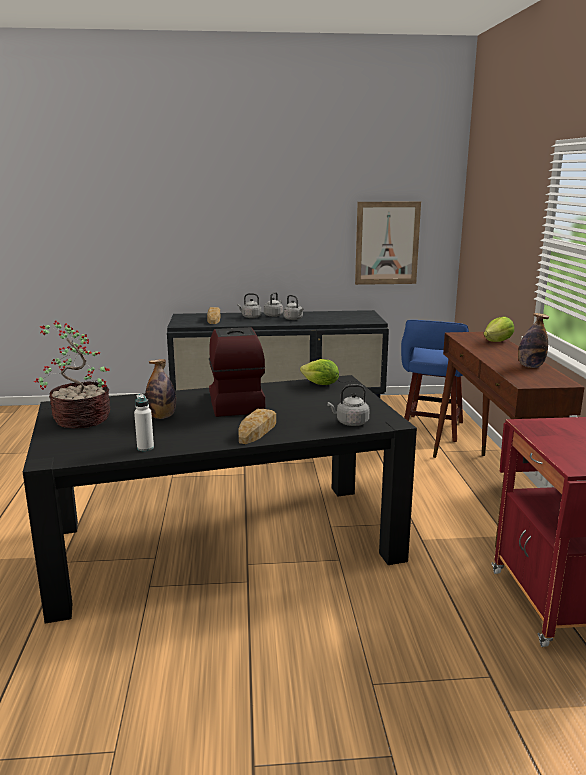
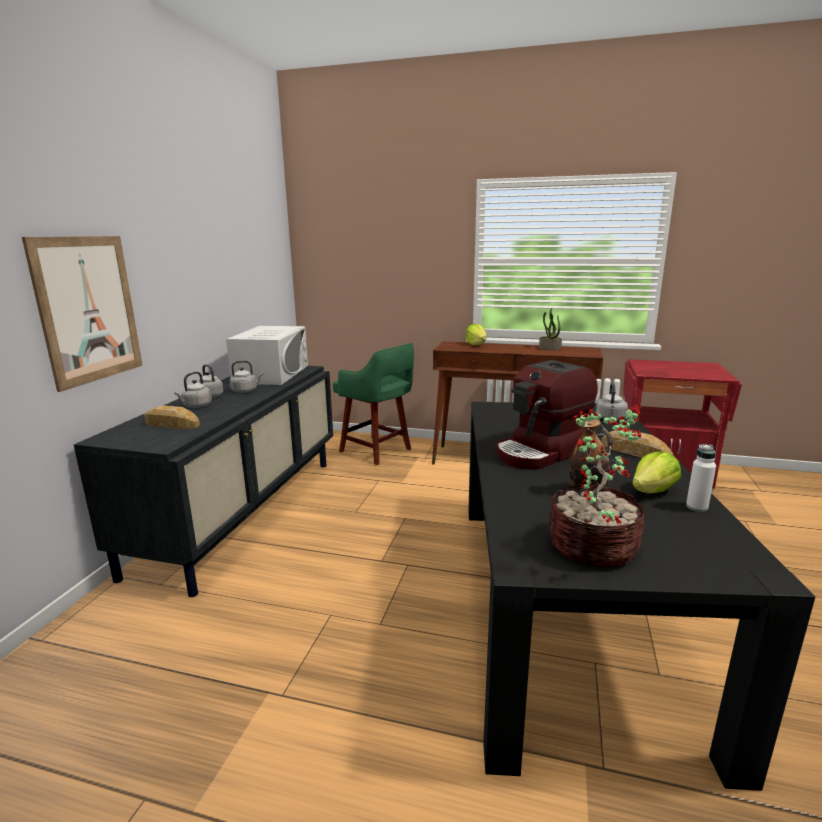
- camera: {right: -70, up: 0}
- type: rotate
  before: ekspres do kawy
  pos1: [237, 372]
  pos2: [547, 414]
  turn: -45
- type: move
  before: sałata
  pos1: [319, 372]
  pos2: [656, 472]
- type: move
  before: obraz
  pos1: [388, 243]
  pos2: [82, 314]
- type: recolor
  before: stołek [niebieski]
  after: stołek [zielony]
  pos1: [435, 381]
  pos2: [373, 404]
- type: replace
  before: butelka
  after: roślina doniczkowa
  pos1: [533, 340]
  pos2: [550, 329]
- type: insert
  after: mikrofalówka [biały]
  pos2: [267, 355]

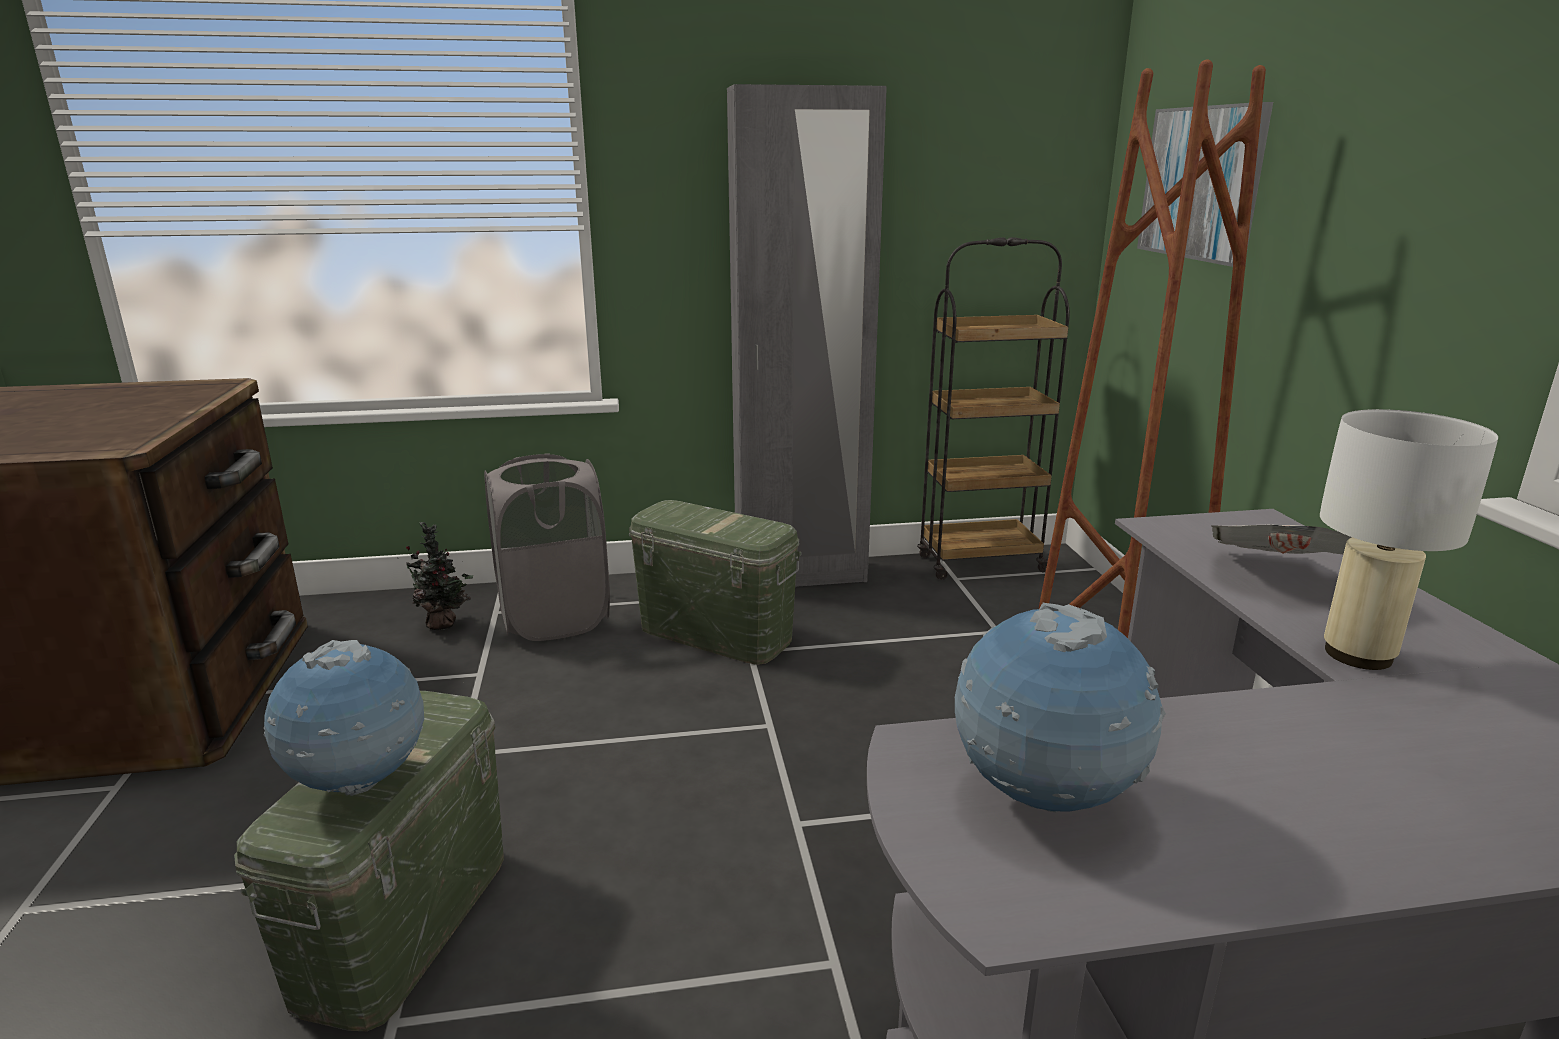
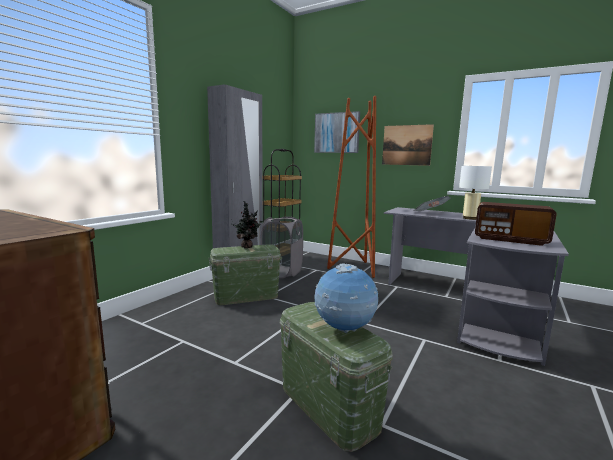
- camera: {right: -50, up: -10}
- type: move
  before: roślina doniczkowa
  pos1: [435, 576]
  pos2: [247, 225]
- type: move
  before: kosz na pranie [szary]
  pos1: [547, 547]
  pos2: [282, 247]
- type: replace
  before: globus
  after: radio
  pos1: [1060, 707]
  pos2: [516, 224]
- type: insert
  after: obraz
  pos2: [408, 145]

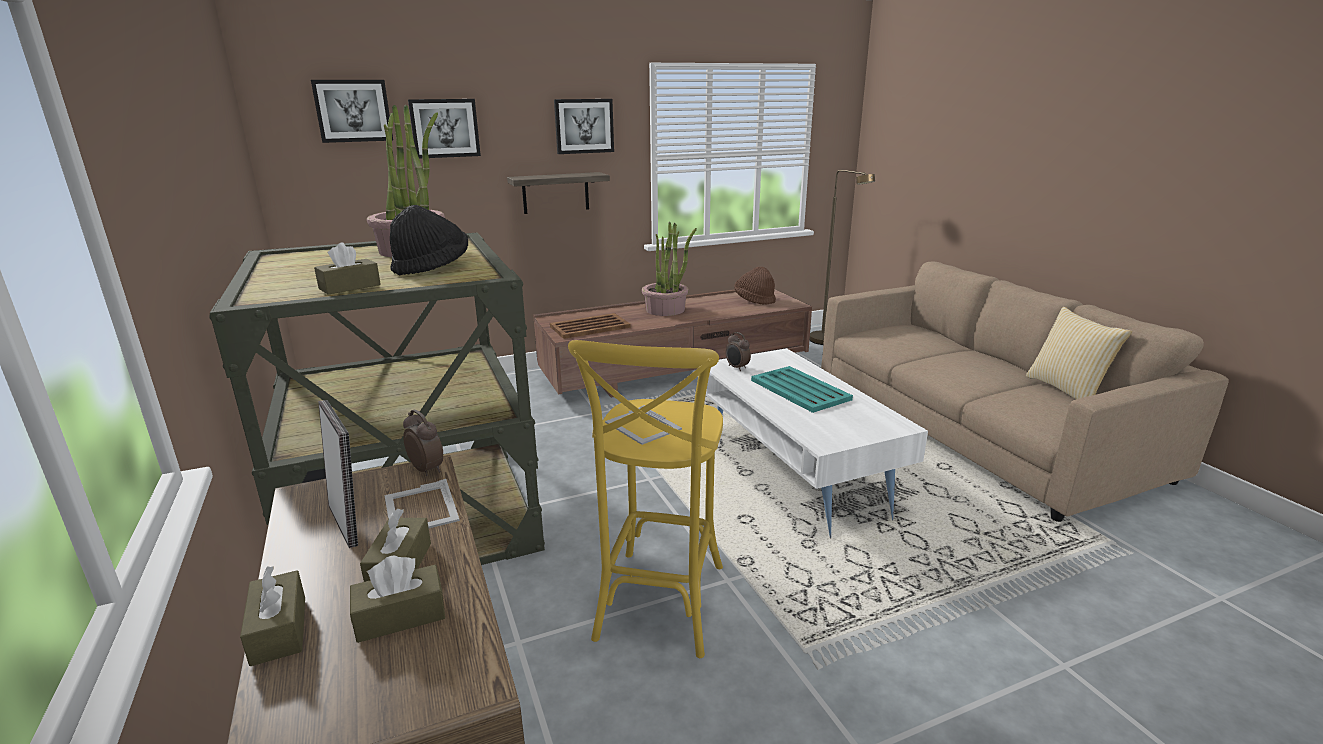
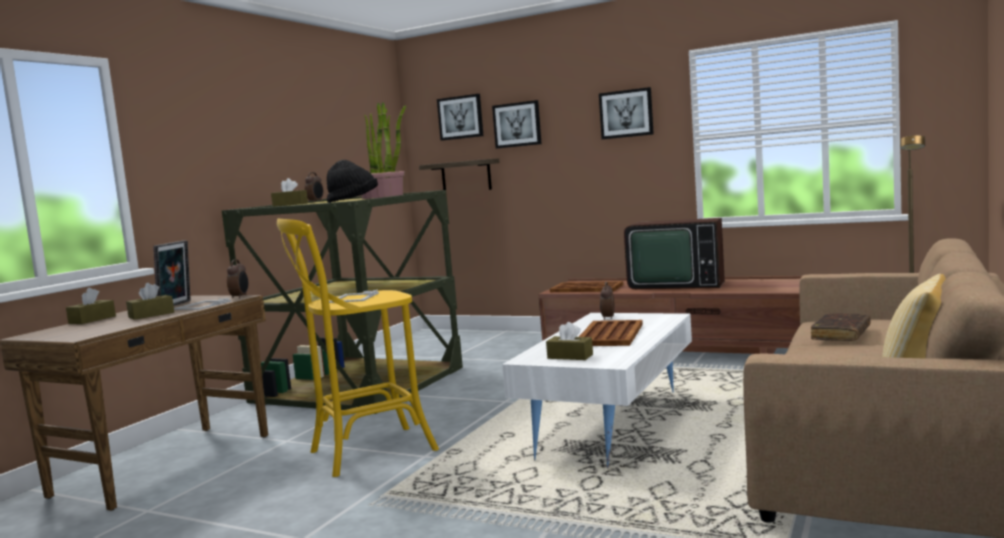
- camera: {right: 50, up: -15}
- type: move
  before: pudełko chusteczek [brązowy]
  pos1: [397, 599]
  pos2: [569, 341]
- type: move
  before: półka
  pos1: [558, 193]
  pos2: [459, 174]
- type: replace
  before: roślina doniczkowa
  after: telewizor
  pos1: [669, 269]
  pos2: [674, 253]
- type: delete
  before: kapelusz [brązowy]
  pos1: [755, 286]
- type: recolor
  before: taca [turkusowy]
  after: taca [brązowy]
  pos1: [802, 389]
  pos2: [611, 333]
- type: insert
  after: budzik
  pos2: [314, 187]
- type: insert
  after: książka [brązowy]
  pos2: [841, 327]

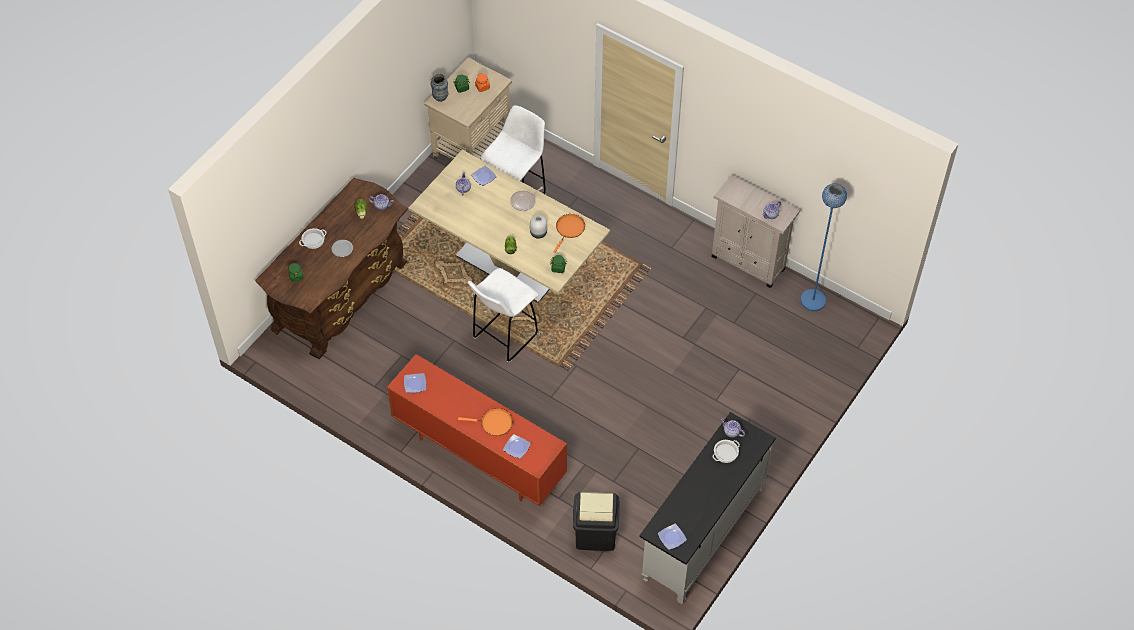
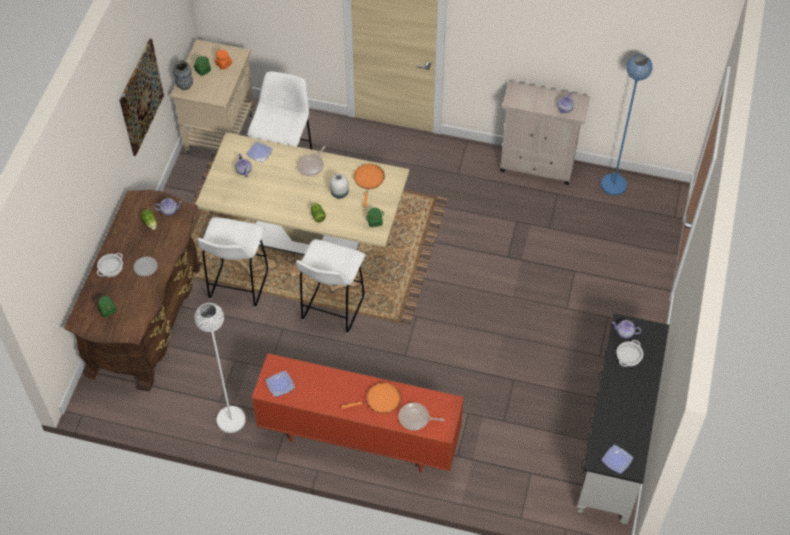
- camera: {right: -20, up: 0}
- type: replace
  before: talerz
  after: patelnia
  pos1: [517, 446]
  pos2: [421, 416]
- type: delete
  before: kosz na śmieci [czarny]
  pos1: [596, 521]
- type: insert
  after: obraz
  pos2: [142, 97]
- type: insert
  after: lampa stojąca [biały]
  pos2: [220, 368]
- type: insert
  after: stołek [biały]
  pos2: [233, 262]

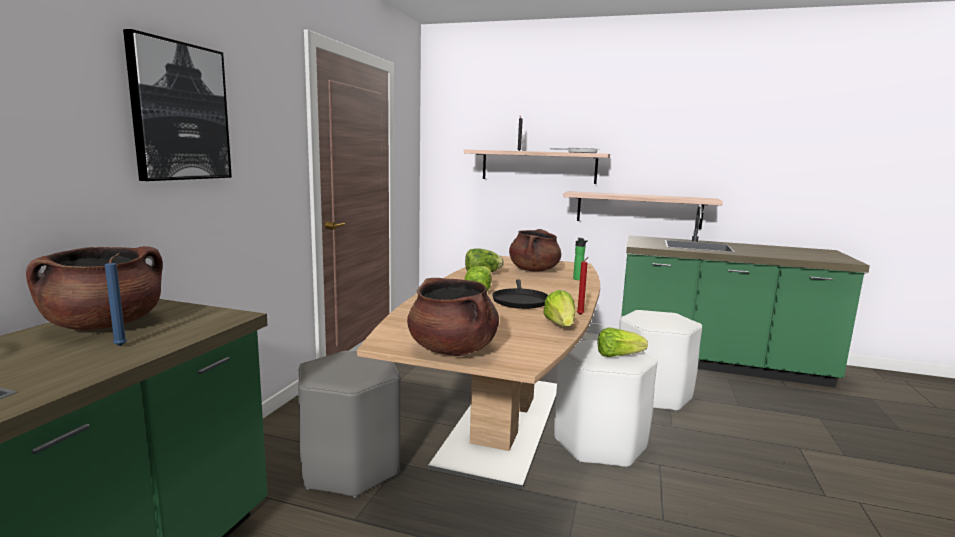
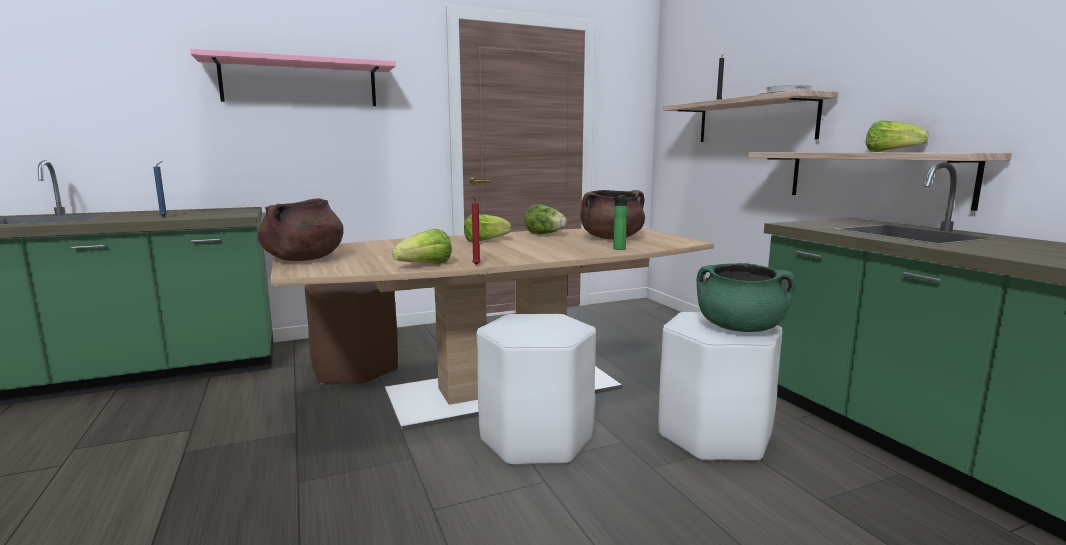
- camera: {right: 50, up: 0}
- type: delete
  before: garnek [brązowy]
  pos1: [94, 288]
- type: replace
  before: obraz
  after: półka [różowy]
  pos1: [177, 105]
  pos2: [293, 77]
- type: recolor
  before: stołek [szary]
  after: stołek [brązowy]
  pos1: [349, 424]
  pos2: [351, 333]
- type: delete
  before: patelnia [czarny]
  pos1: [520, 294]
- type: move
  before: sałata
  pos1: [623, 342]
  pos2: [897, 136]
- type: insert
  after: garnek [zielony]
  pos2: [746, 297]

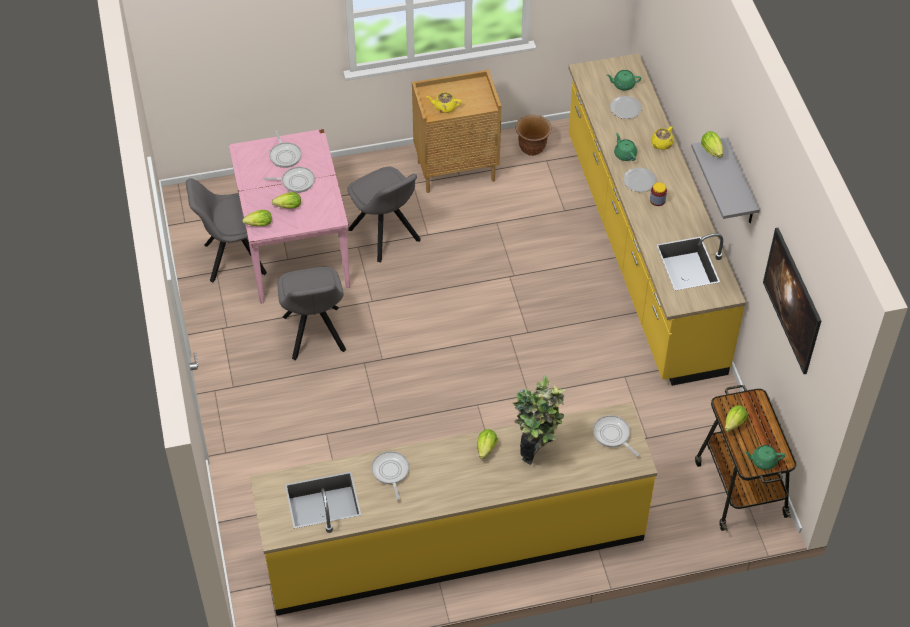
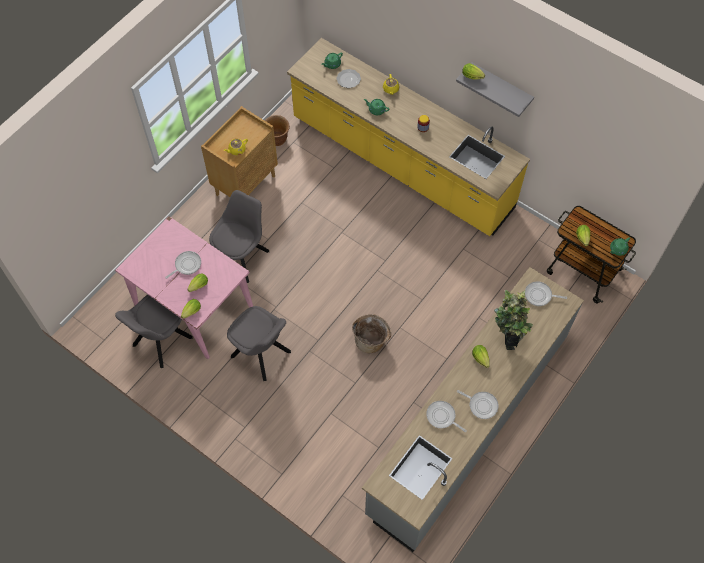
- camera: {right: -40, up: 10}
- type: recolor
  before: zabudowa kuchenna [żółty]
  after: zabudowa kuchenna [szary]
  pos1: [453, 509]
  pos2: [473, 409]
- type: move
  before: patelnia
  pos1: [285, 149]
  pos2: [477, 404]
- type: rotate
  before: krzesło [szary]
  pos1: [384, 214]
  pos2: [239, 236]
  turn: -75
- type: delete
  before: talerz
  pos1: [640, 179]
- type: delete
  before: obraz
  pos1: [792, 301]
- type: insert
  after: koszyk
  pos2: [371, 333]

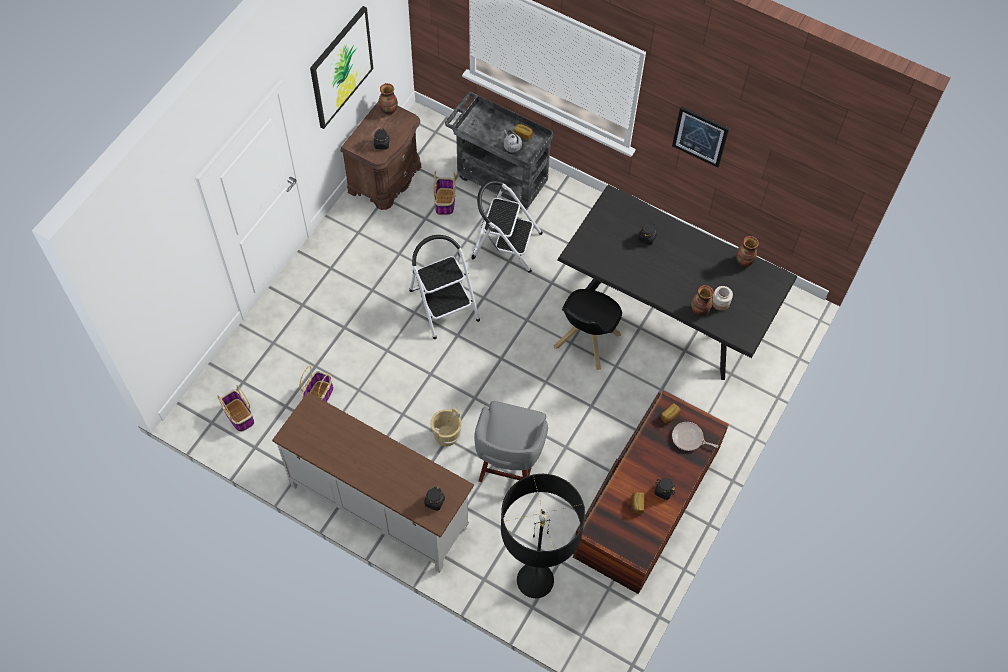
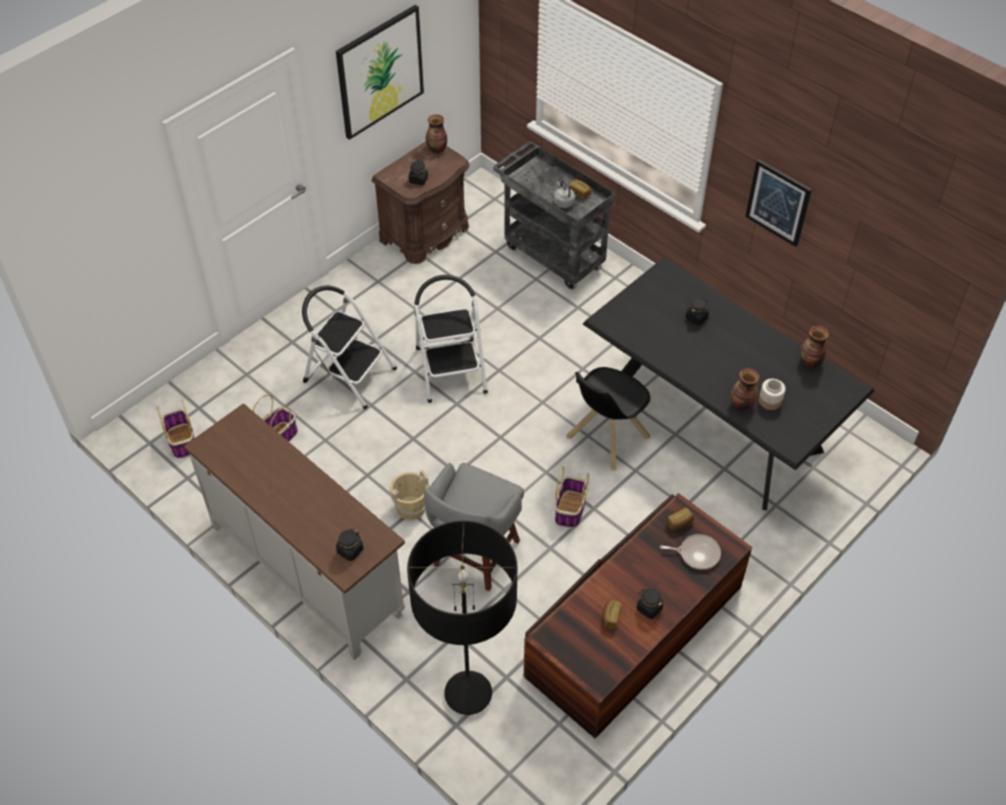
- camera: {right: 15, up: -10}
- type: move
  before: koszyk
  pos1: [445, 193]
  pos2: [572, 497]
- type: move
  before: drabinka
  pos1: [507, 227]
  pos2: [349, 347]
- type: rotate
  before: patelnia
  pos1: [695, 436]
  pos2: [690, 552]
  turn: 150

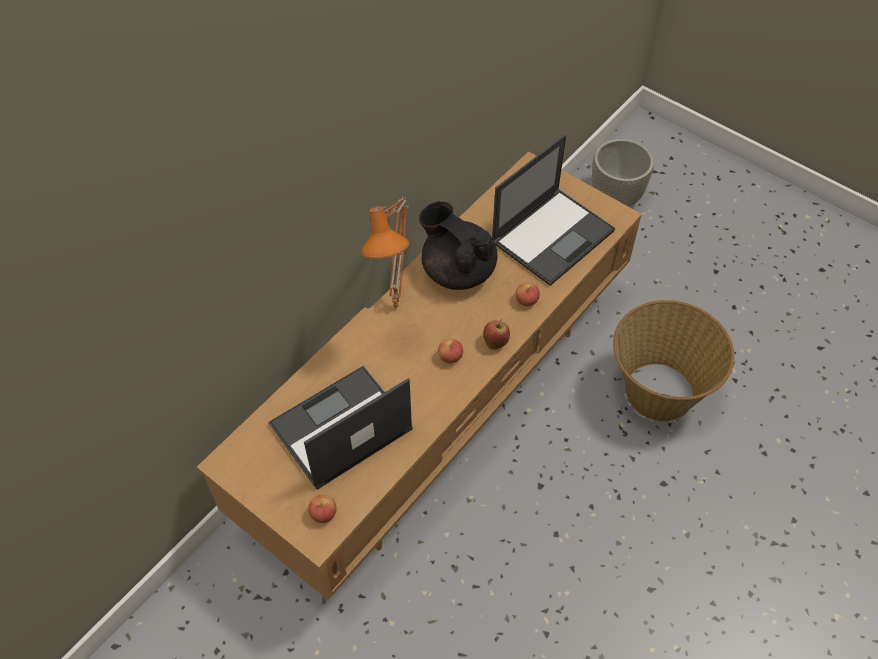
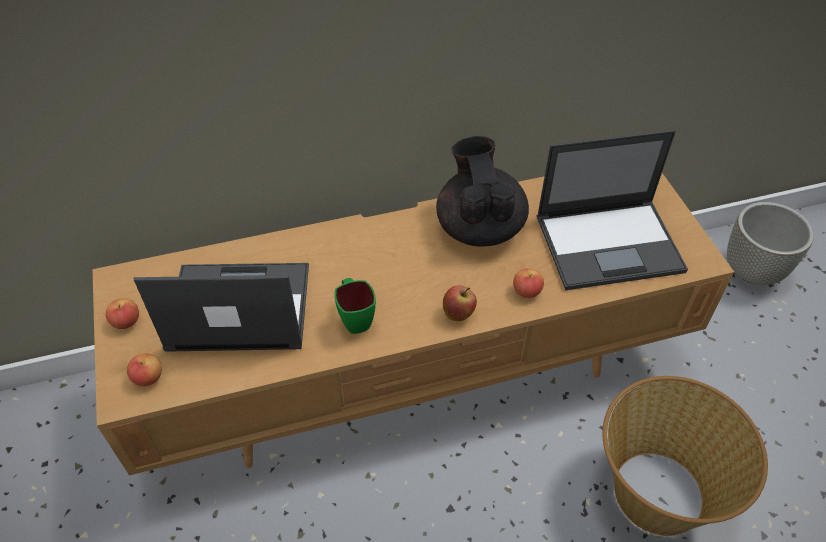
- camera: {right: 35, up: -5}
- type: delete
  before: lampa stołowa [pomarańczowy]
  pos1: [385, 254]
- type: move
  before: jabłko
  pos1: [450, 351]
  pos2: [122, 313]
- type: insert
  after: kubek [zielony]
  pos2: [355, 306]

